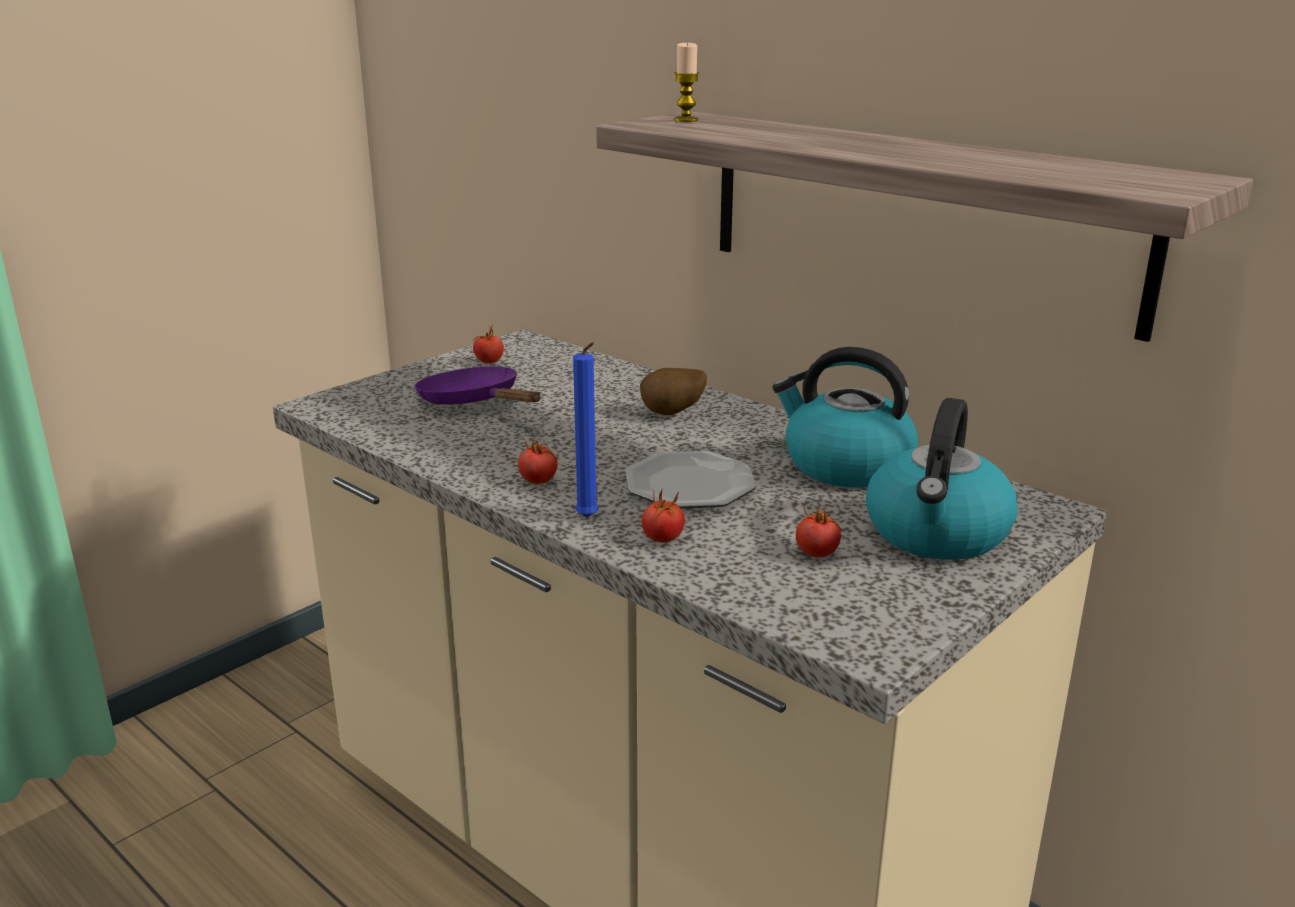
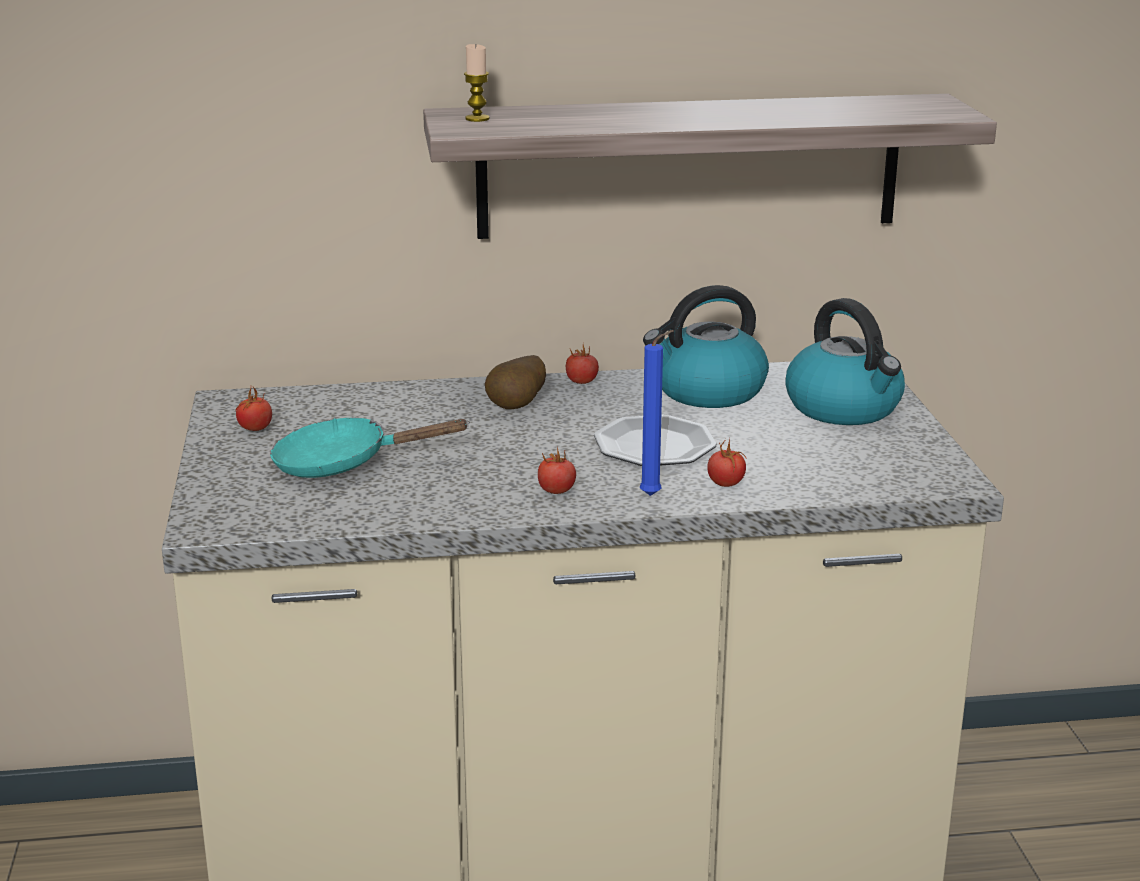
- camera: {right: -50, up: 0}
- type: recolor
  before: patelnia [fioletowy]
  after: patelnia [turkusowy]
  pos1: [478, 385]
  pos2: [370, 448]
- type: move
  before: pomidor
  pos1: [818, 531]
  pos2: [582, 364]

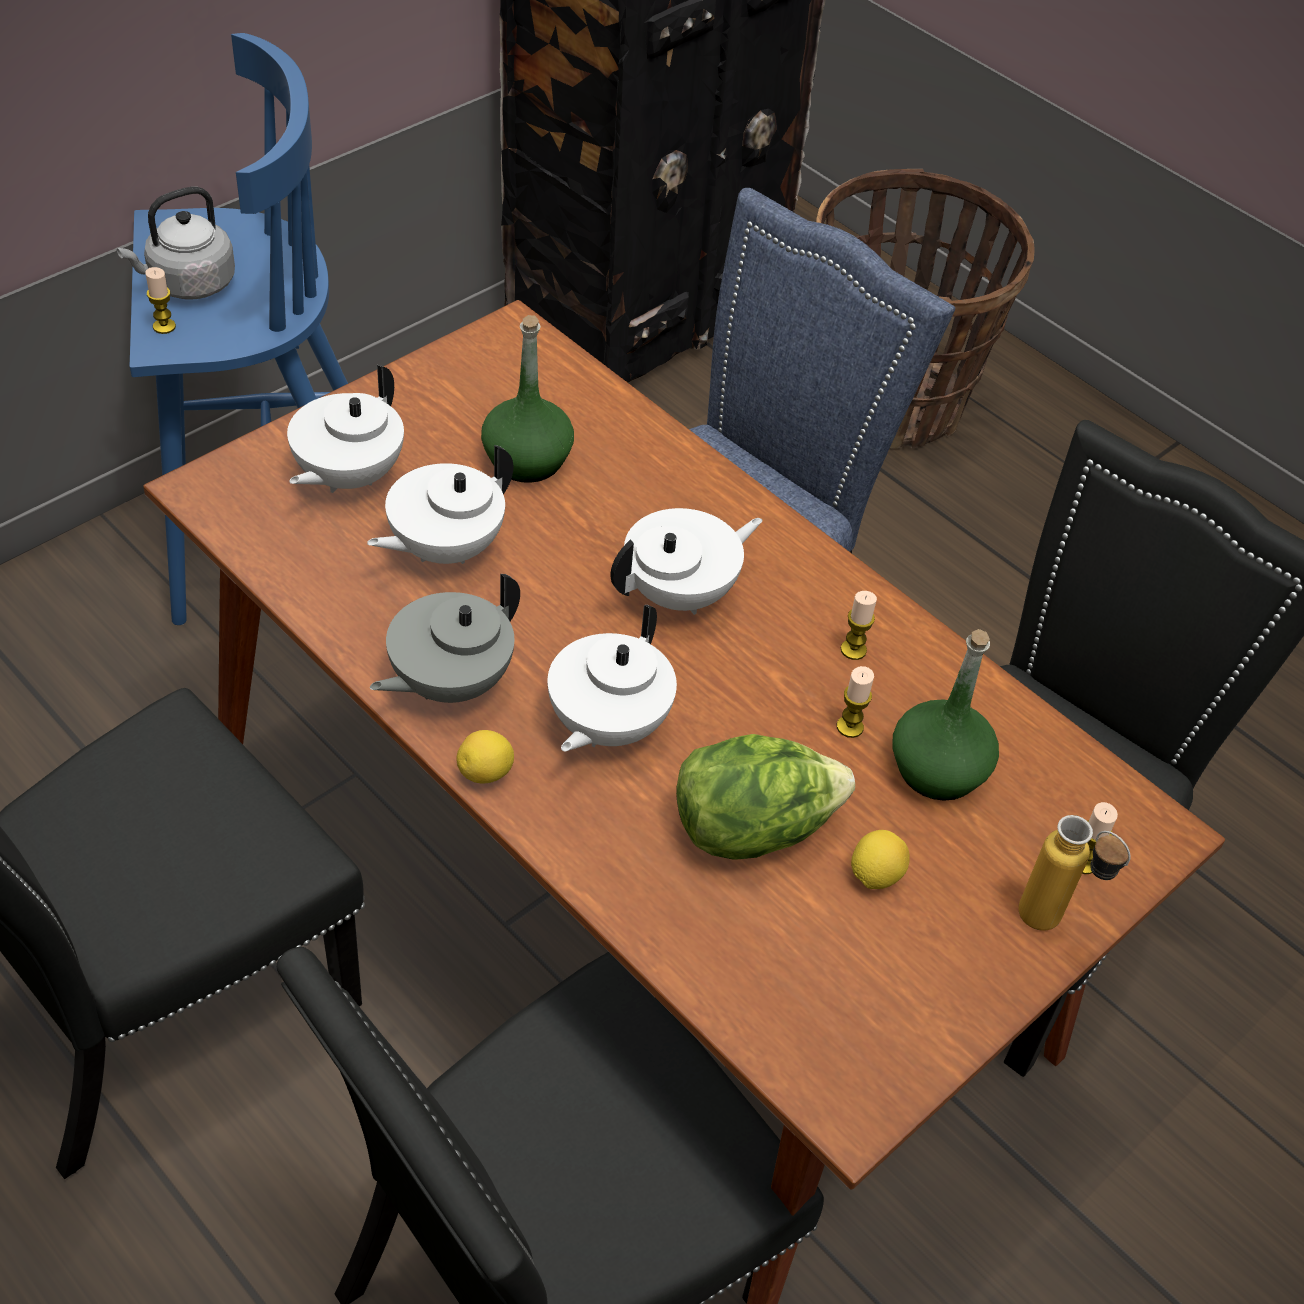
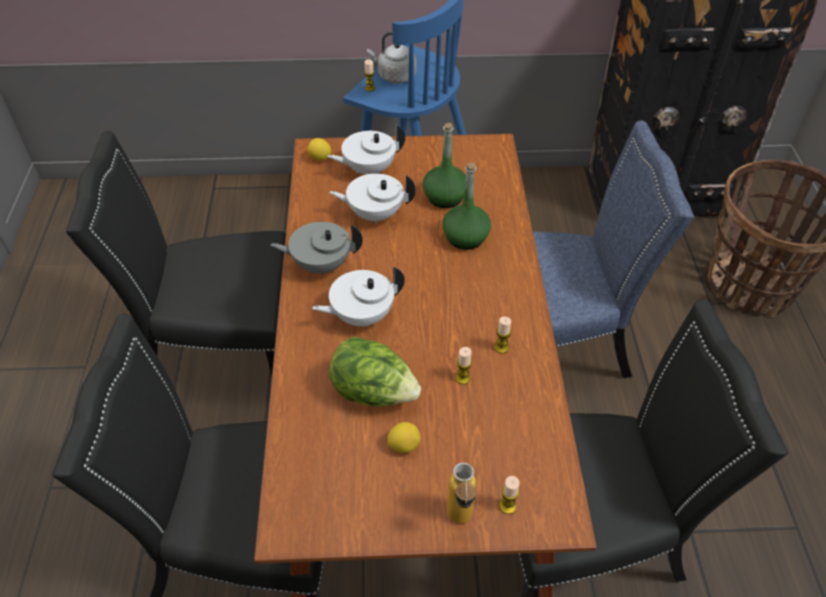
- camera: {right: 45, up: 0}
- type: move
  before: cytryna
  pos1: [485, 757]
  pos2: [319, 149]
- type: delete
  before: imbryk [biały]
  pos1: [686, 561]
- type: move
  before: butelka [zielony]
  pos1: [945, 715]
  pos2: [466, 206]

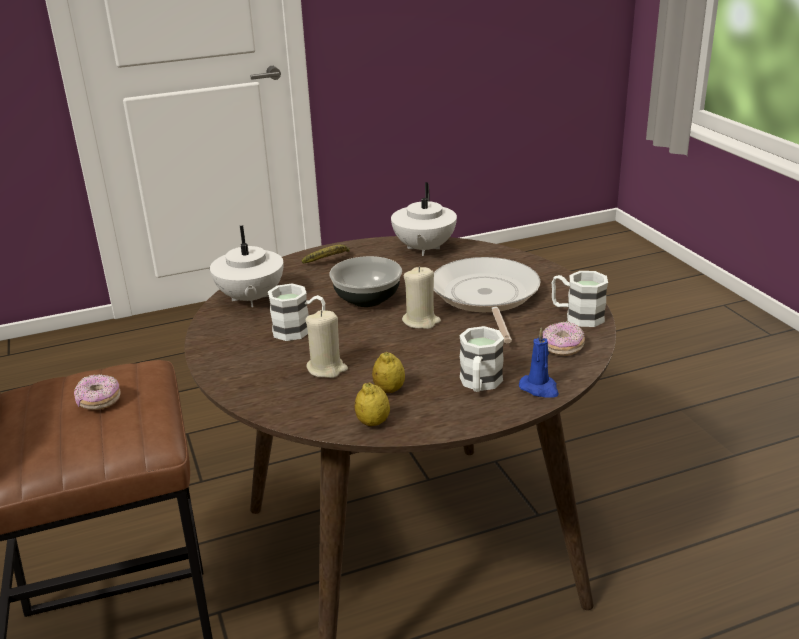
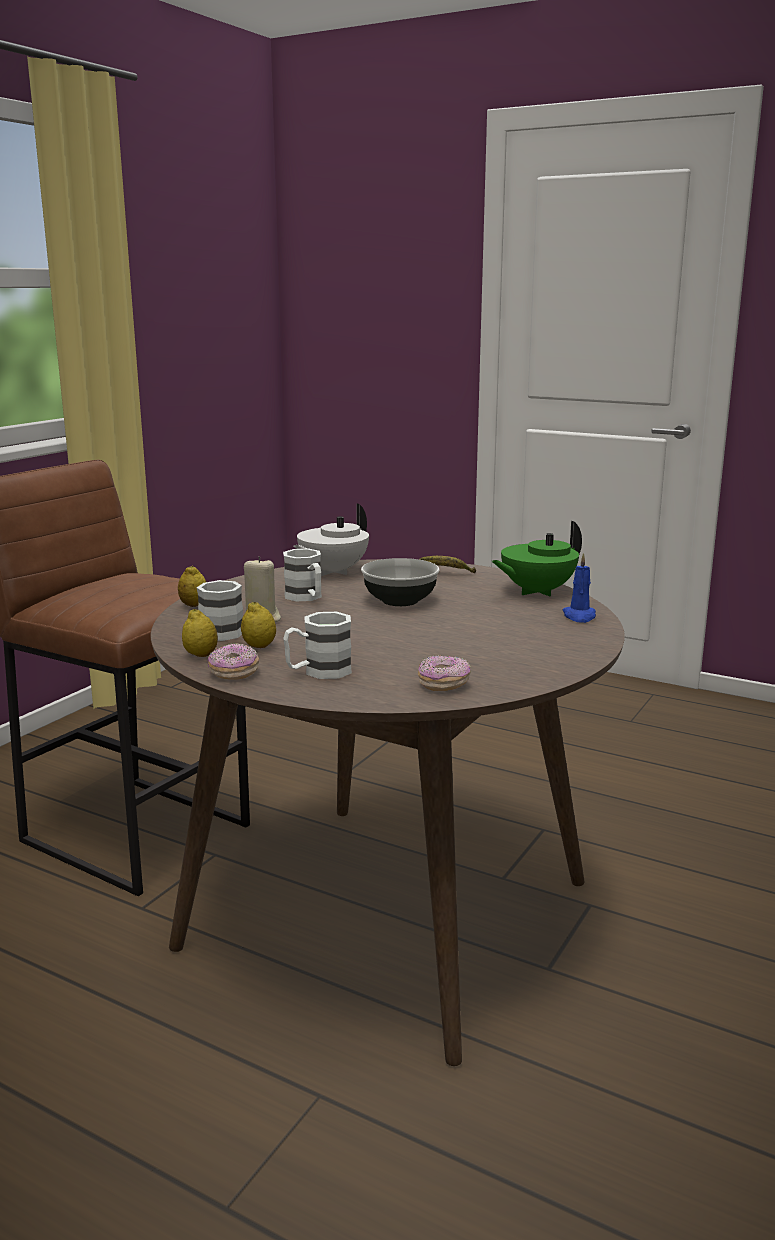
- camera: {right: 50, up: -10}
- type: move
  before: donut
  pos1: [97, 392]
  pos2: [233, 661]
- type: recolor
  before: imbryk [biały]
  after: imbryk [zielony]
  pos1: [424, 219]
  pos2: [537, 558]
- type: delete
  before: świeca [beżowy]
  pos1: [421, 298]
- type: delete
  before: patelnia
  pos1: [487, 300]
- type: move
  before: świeca [niebieski]
  pos1: [539, 362]
  pos2: [579, 588]
- type: move
  before: kubek [biały]
  pos1: [580, 299]
  pos2: [220, 610]
- type: insert
  after: cytryna
  pos2: [192, 586]

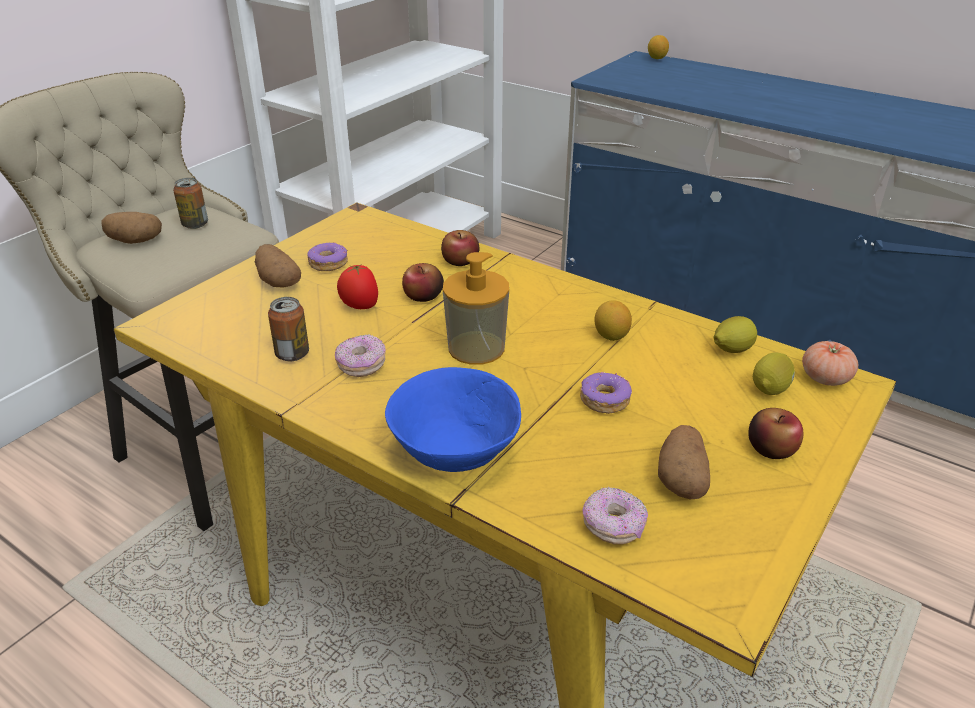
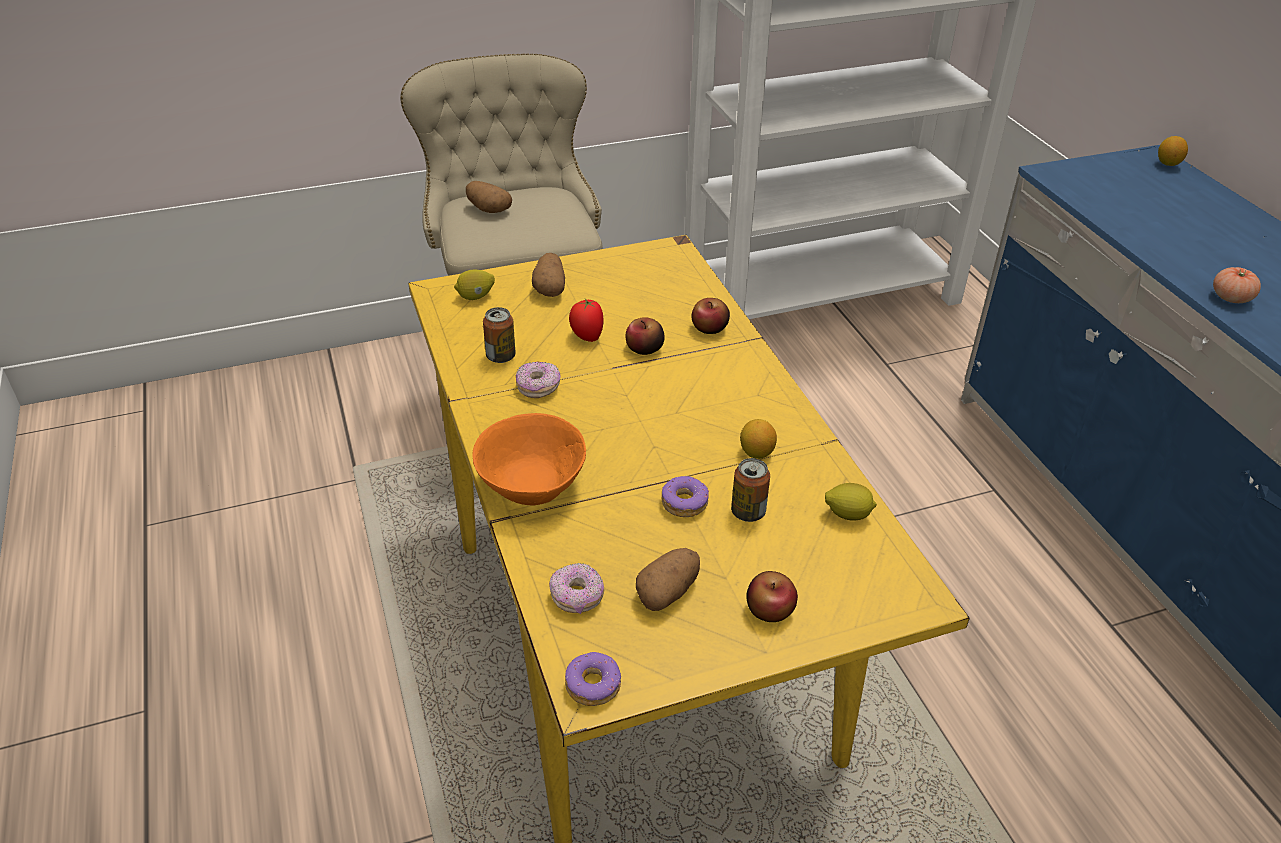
- camera: {right: 35, up: 5}
- type: move
  before: puszka
  pos1: [190, 203]
  pos2: [750, 490]
- type: move
  before: donut
  pos1: [327, 256]
  pos2: [593, 679]
- type: recolor
  before: miska [niebieski]
  after: miska [pomarańczowy]
  pos1: [453, 419]
  pos2: [529, 459]
- type: delete
  before: dozownik mydła
  pos1: [476, 308]
- type: move
  before: cytryna
  pos1: [774, 373]
  pos2: [474, 285]
- type: move
  before: pomidor
  pos1: [830, 363]
  pos2: [1237, 285]

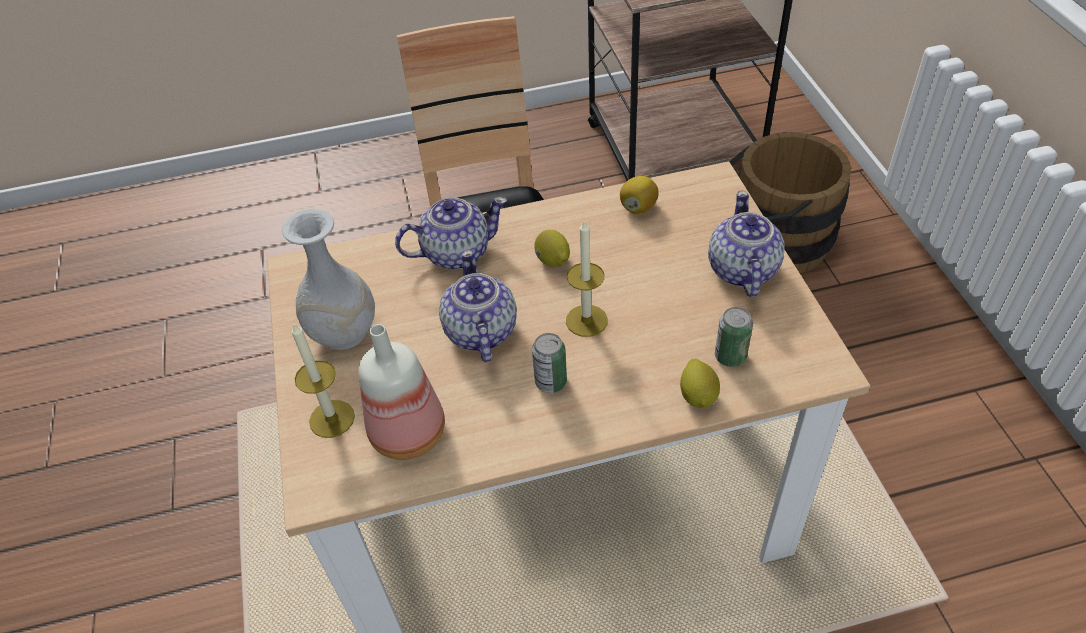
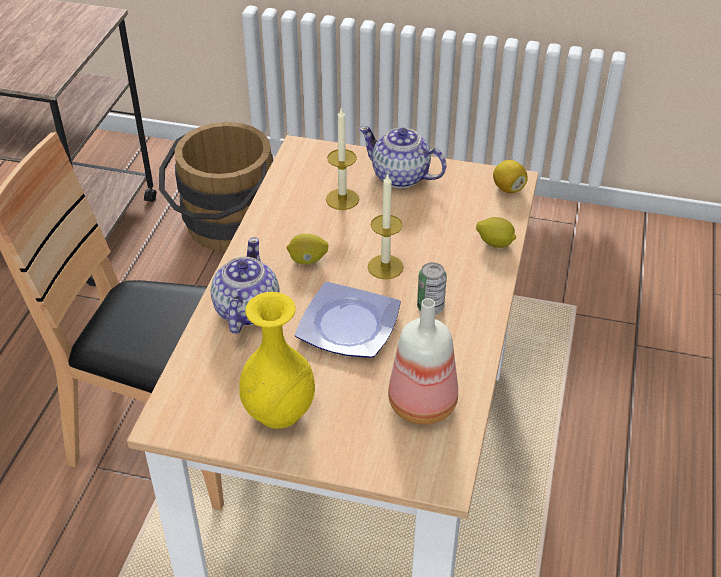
- camera: {right: -65, up: -5}
- type: recolor
  before: wazon [biały]
  after: wazon [żółty]
  pos1: [328, 279]
  pos2: [277, 360]
- type: move
  before: świeca
  pos1: [323, 380]
  pos2: [342, 159]
- type: replace
  before: imbryk
  after: talerz
  pos1: [478, 306]
  pos2: [348, 320]
- type: move
  before: cytryna
  pos1: [639, 195]
  pos2: [510, 176]
- type: delete
  before: puszka
  pos1: [734, 337]

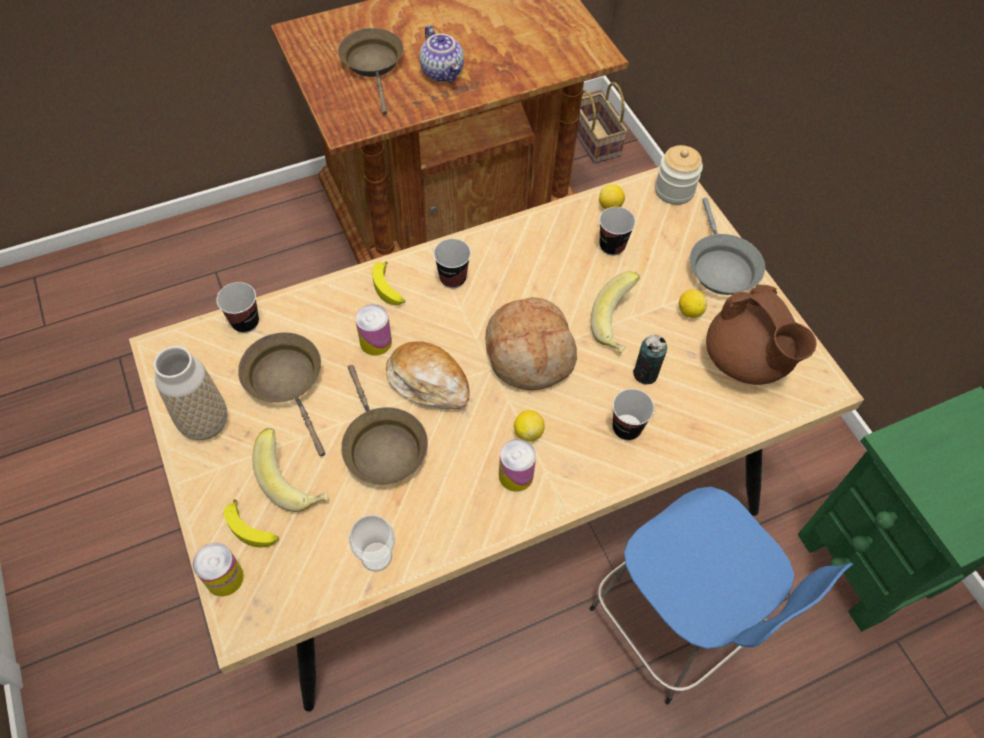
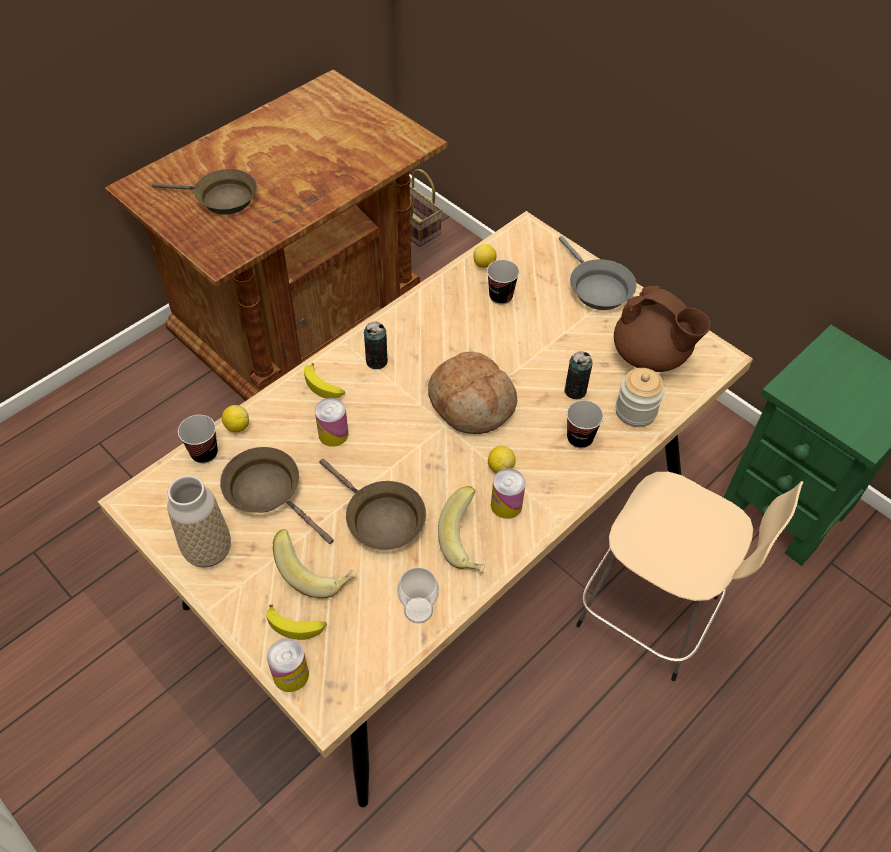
- camera: {right: -20, up: -5}
- type: rotate
  before: patelnia [brązowy]
  pos1: [370, 71]
  pos2: [204, 192]
  turn: 135
- type: delete
  before: chleb
  pos1: [428, 375]
- type: delete
  before: imbryk
  pos1: [441, 53]
- type: replace
  before: filiżanka
  after: puszka
  pos1: [452, 263]
  pos2: [376, 345]
- type: recolor
  before: stołek [niebieski]
  after: stołek [beżowy]
  pos1: [721, 595]
  pos2: [690, 576]
- type: move
  before: banan
  pos1: [615, 312]
  pos2: [461, 529]
- type: move
  before: słoik
  pos1: [679, 175]
  pos2: [640, 397]
- type: move
  before: cytryna
  pos1: [693, 303]
  pos2: [235, 418]

